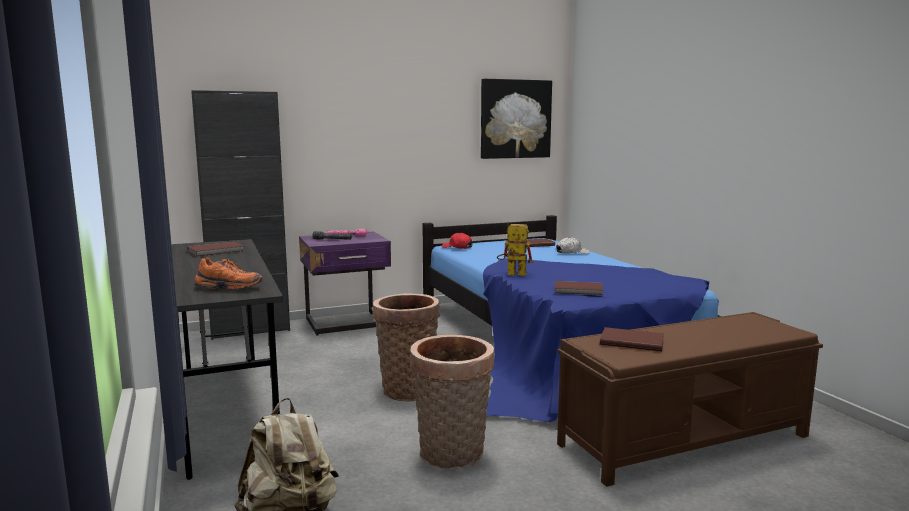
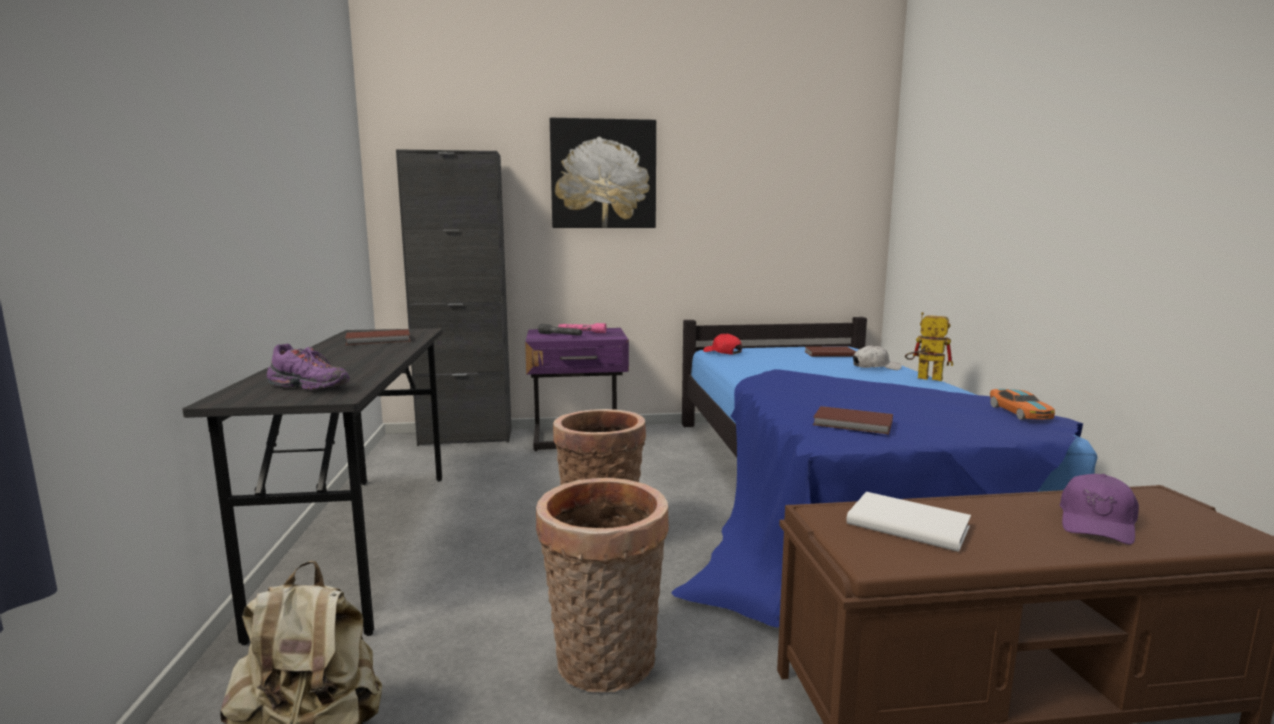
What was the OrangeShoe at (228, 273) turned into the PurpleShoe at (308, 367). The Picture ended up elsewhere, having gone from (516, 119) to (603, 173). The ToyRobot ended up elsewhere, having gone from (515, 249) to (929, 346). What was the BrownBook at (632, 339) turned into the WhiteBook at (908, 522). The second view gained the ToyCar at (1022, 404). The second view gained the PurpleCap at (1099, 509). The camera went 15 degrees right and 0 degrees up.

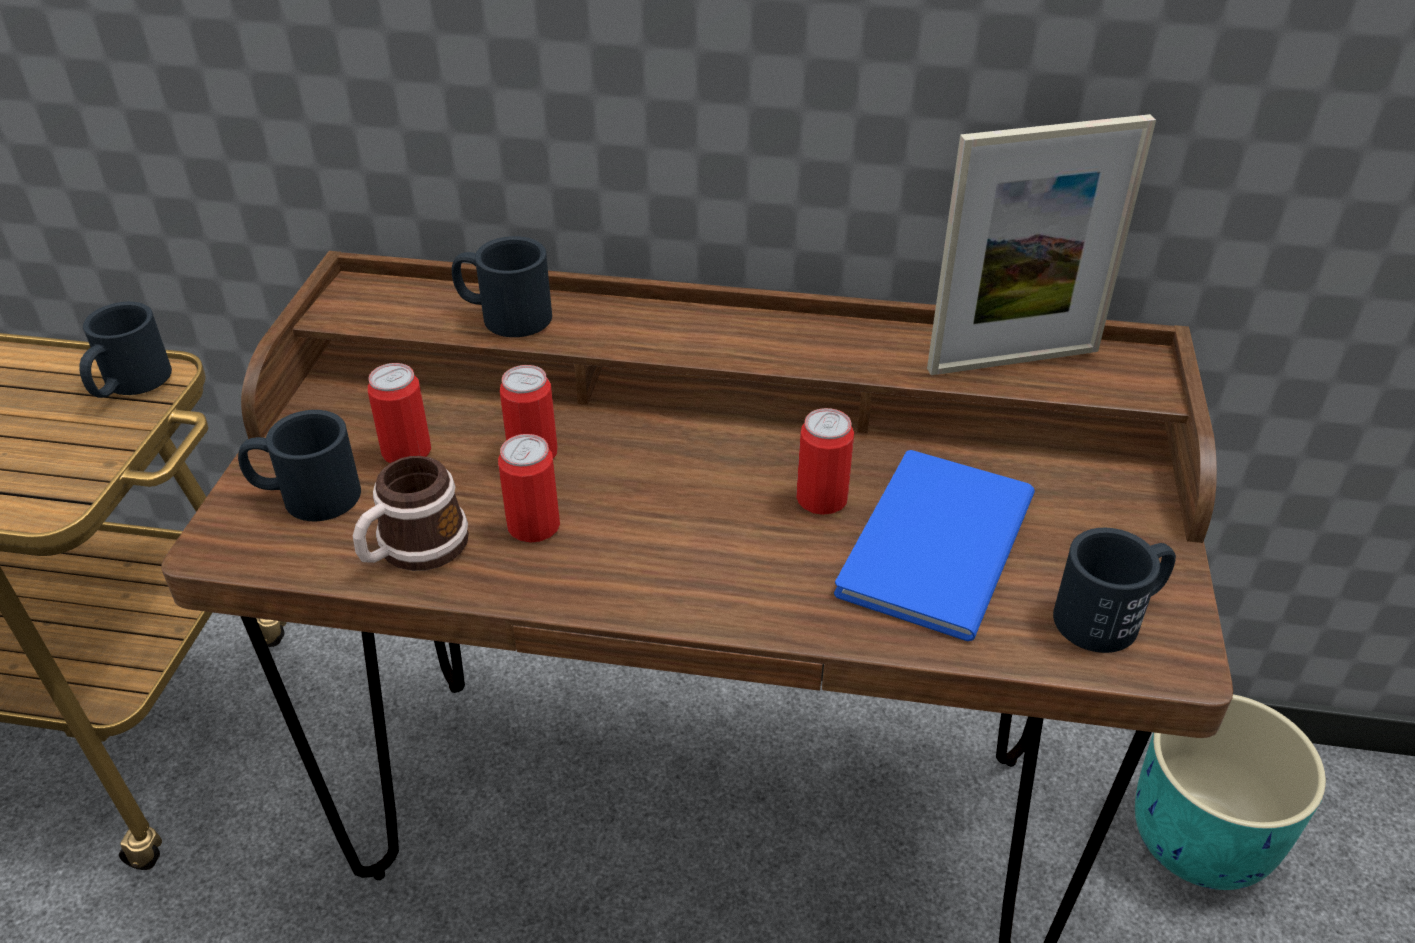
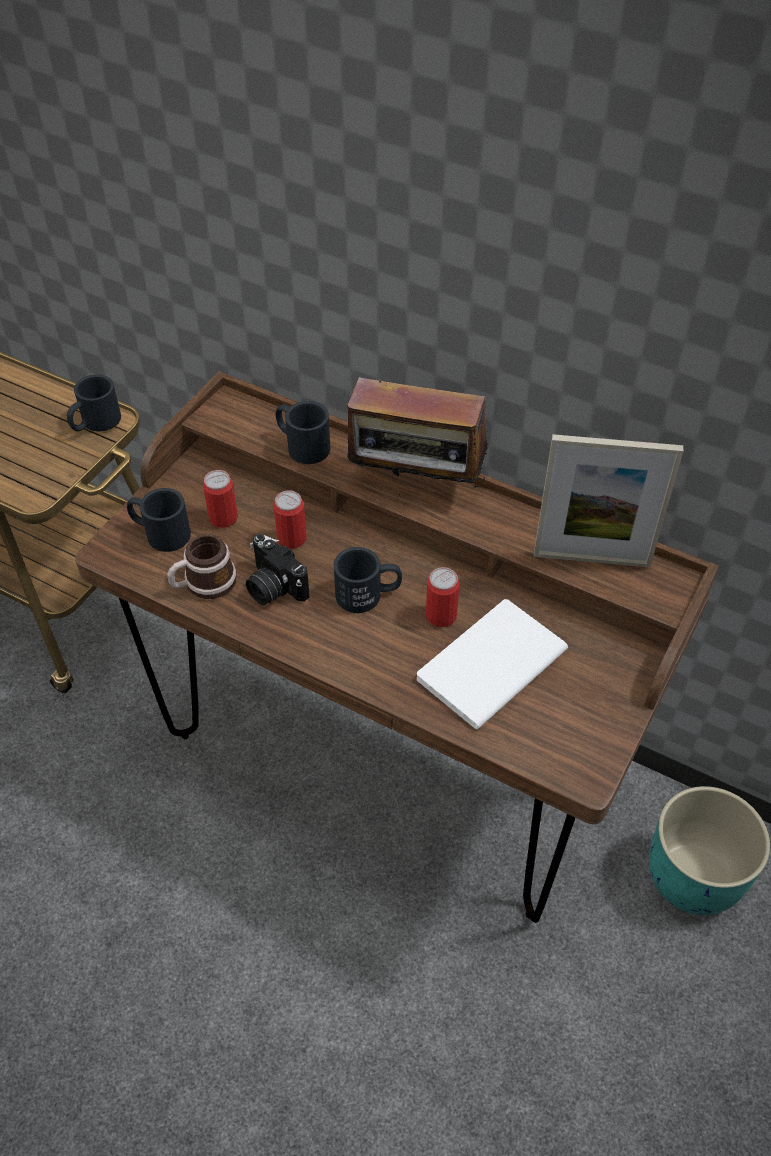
Where the Can stood at (529, 488), the PhotoCamera came to stand at (278, 569). What was the BlueBook at (934, 545) turned into the WhiteBook at (492, 664). The BlackMug ended up elsewhere, having gone from (1114, 590) to (368, 580). The second view gained the Radio at (417, 433). The camera went 20 degrees right and 10 degrees up.

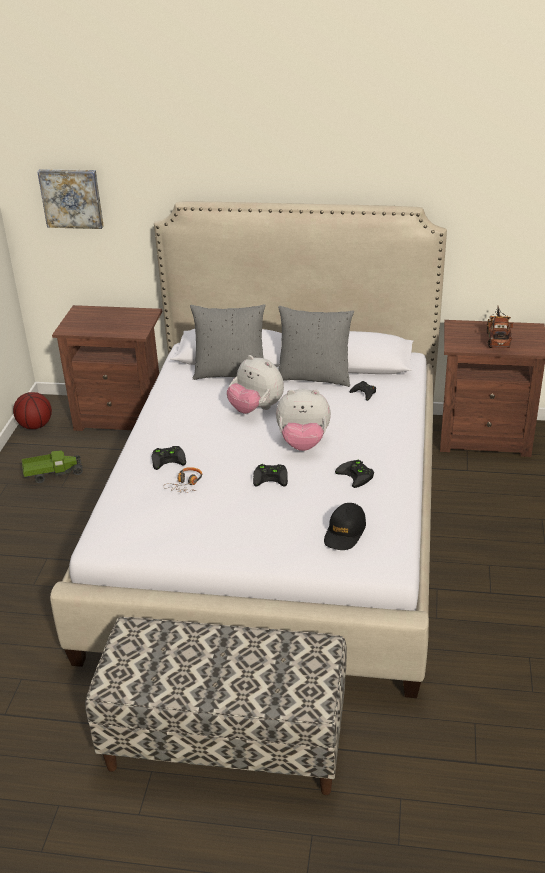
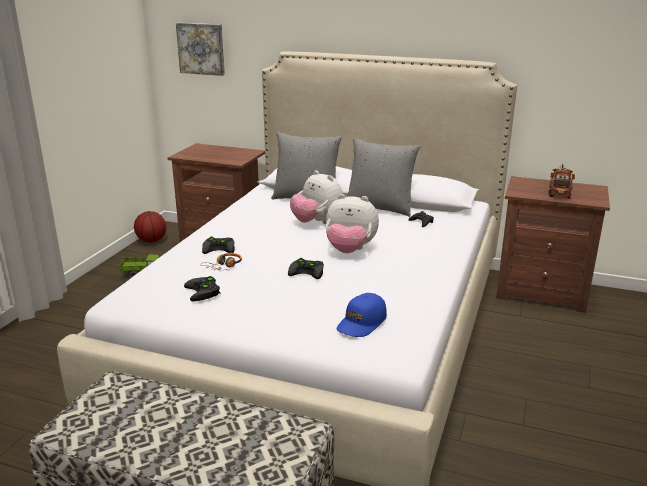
What was the BlackCap at (345, 526) turned into the BlueCap at (362, 315). The BlackGameController ended up elsewhere, having gone from (354, 474) to (202, 288). The camera went 10 degrees right and 10 degrees down.

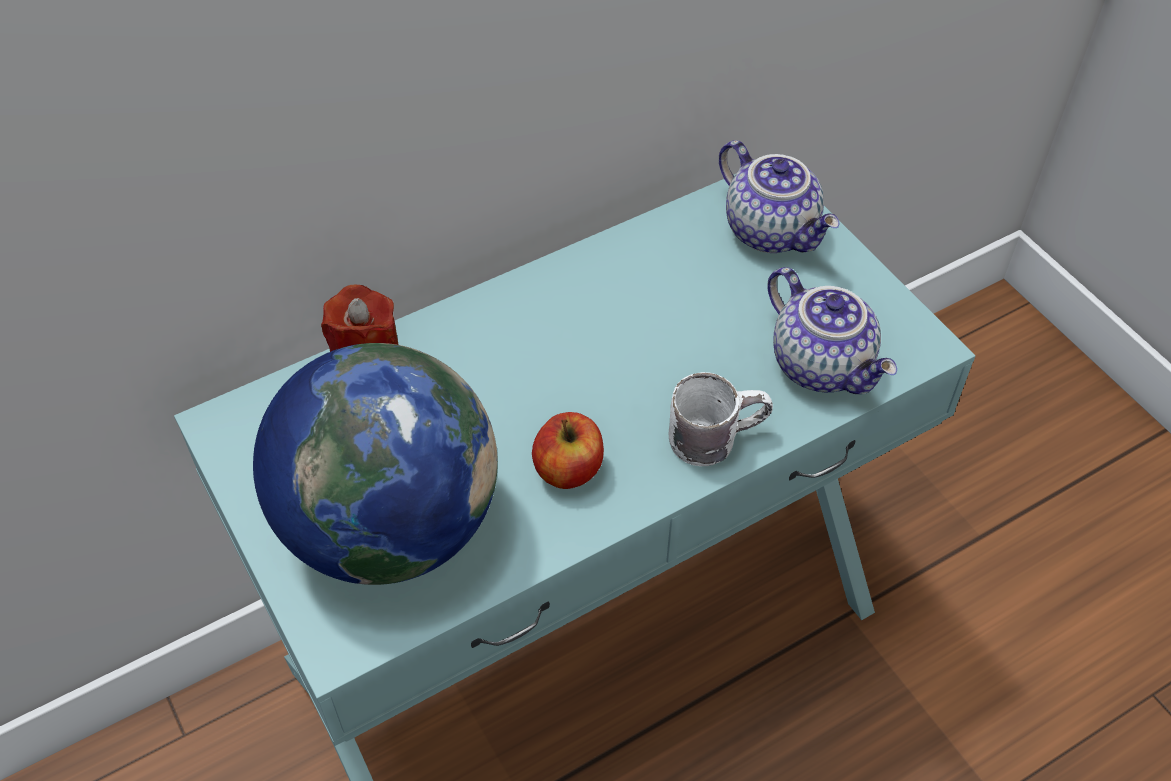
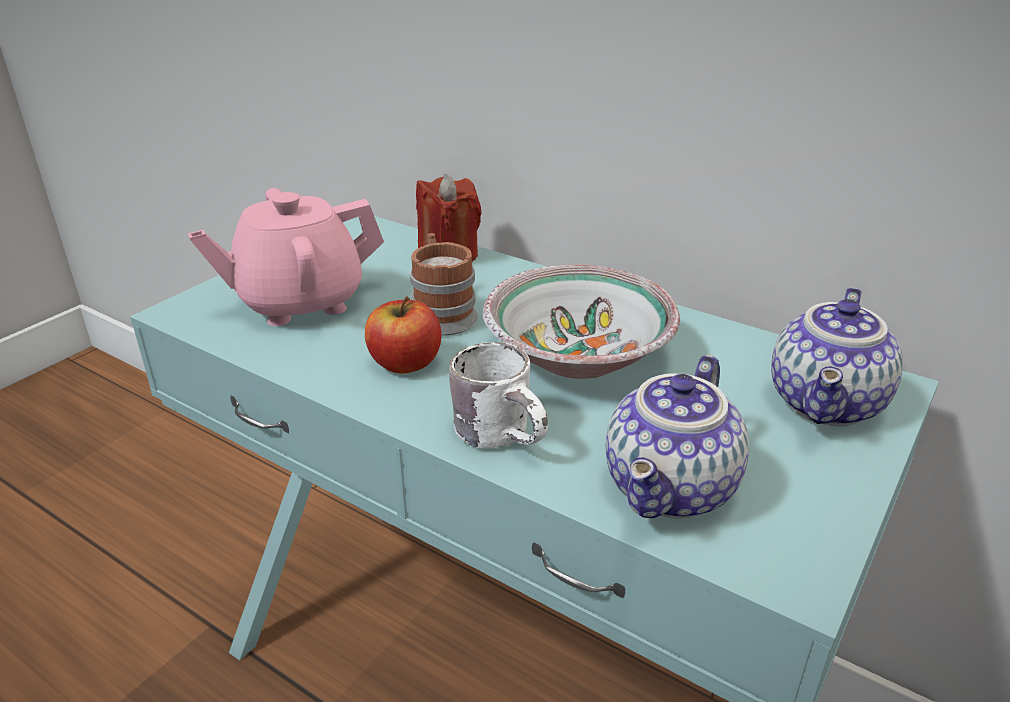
Where the Globe stood at (375, 464), the PinkTeapot came to stand at (286, 257). The second view gained the Mug at (444, 284). The second view gained the Bowl at (581, 322). The camera went 65 degrees right and 20 degrees down.

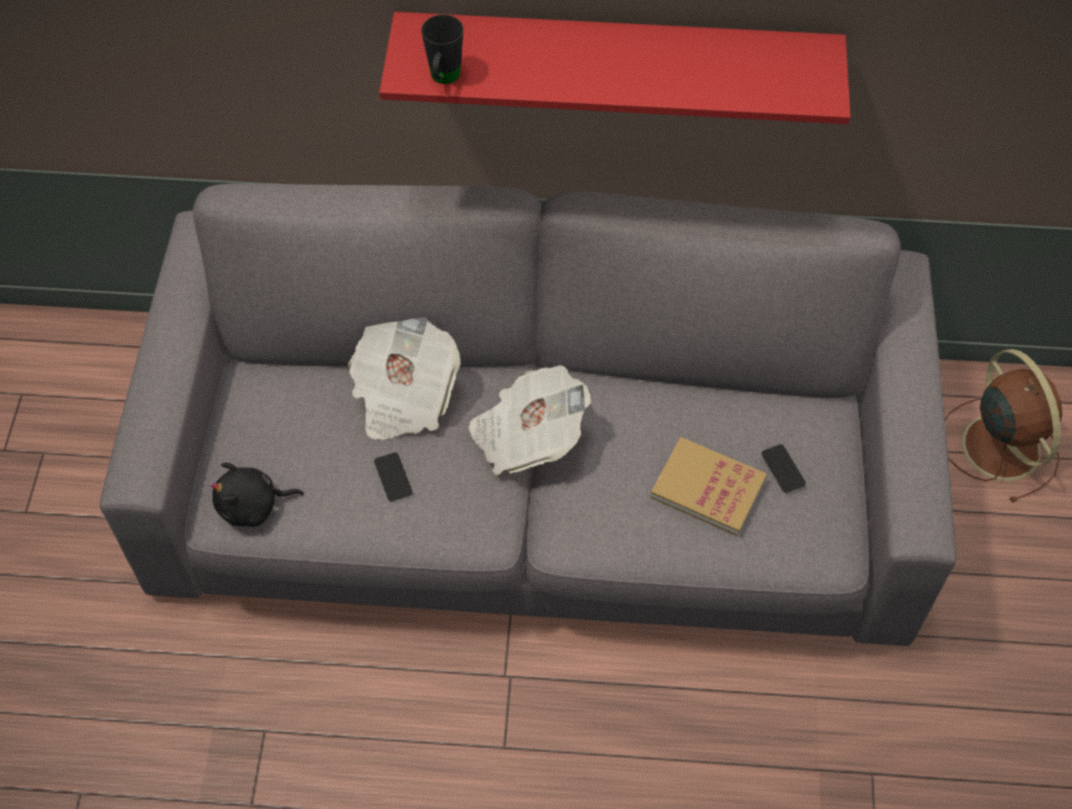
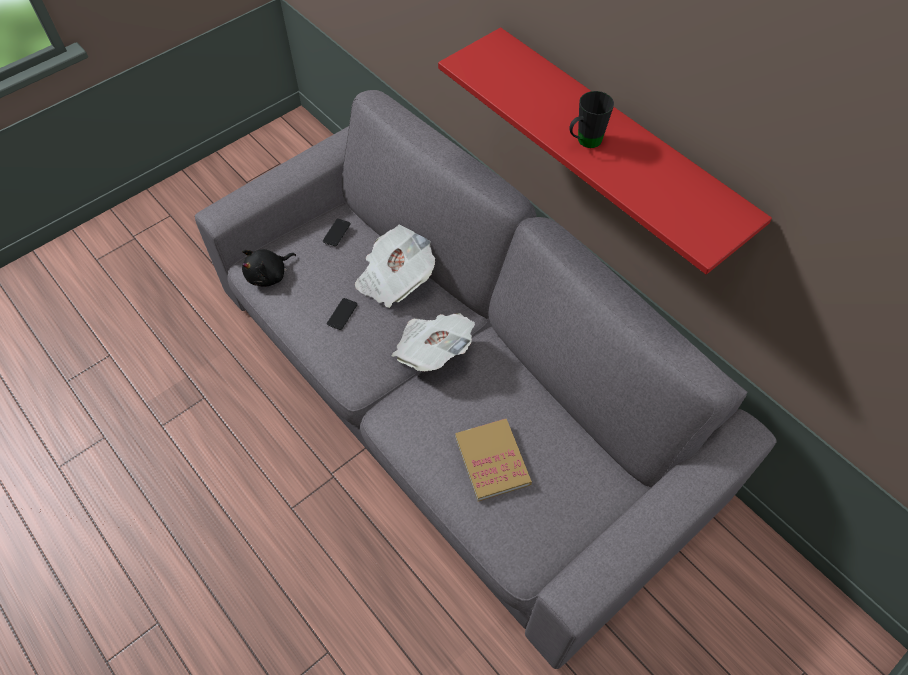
The BlackPlushToy at (257, 495) ended up facing another way, 75 degrees counterclockwise from before. The BlackMug ended up elsewhere, having gone from (442, 49) to (591, 119). The Phone ended up elsewhere, having gone from (783, 468) to (337, 232). The second view lost the BrownFan at (1004, 426). The camera went 45 degrees right and 0 degrees up.

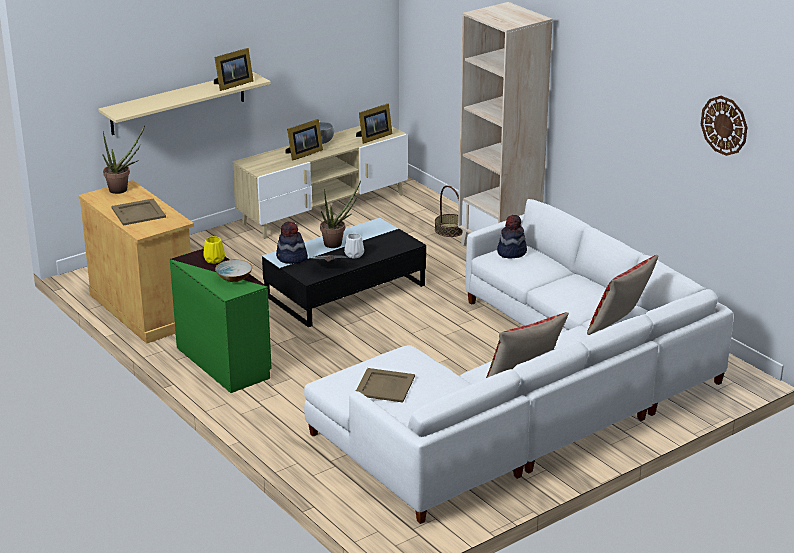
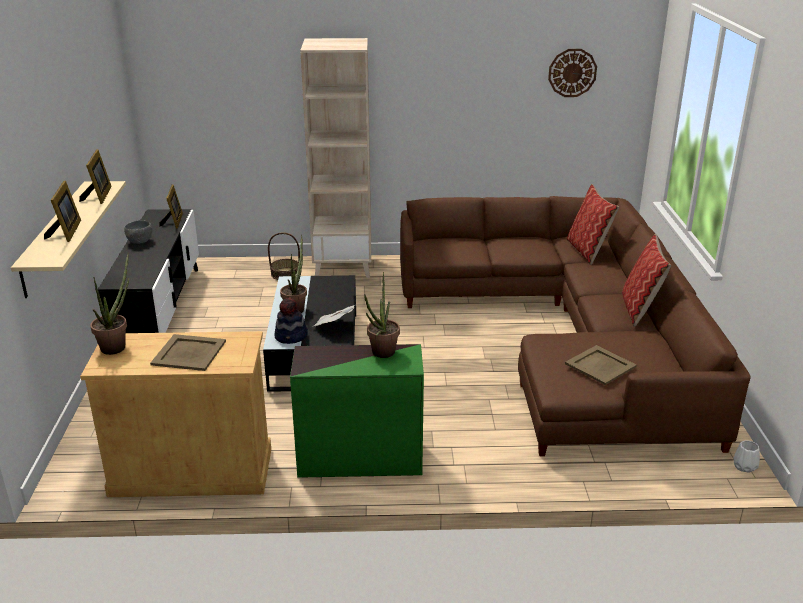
The second view lost the YellowVase at (214, 250). Where the Bowl stood at (233, 270), the PottedPlant came to stand at (382, 315). What was the BeigeTvStand at (320, 182) turned into the BlackTvStand at (148, 271). The PictureFrame ended up elsewhere, having gone from (304, 140) to (62, 211). What was the WhiteSofa at (518, 361) turned into the BrownSofa at (575, 326). The WhiteVase ended up elsewhere, having gone from (354, 246) to (747, 456). The second view lost the Hat at (512, 236). The camera went 55 degrees left and 0 degrees up.

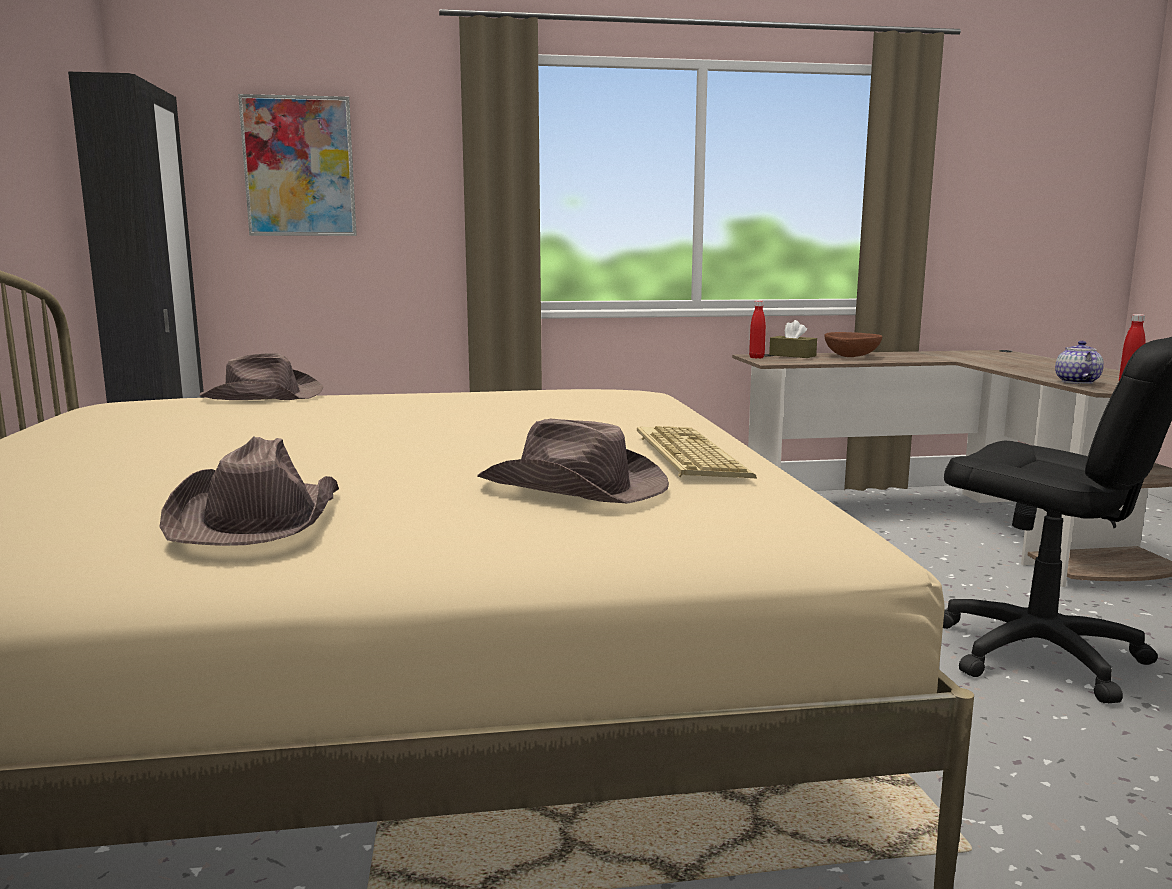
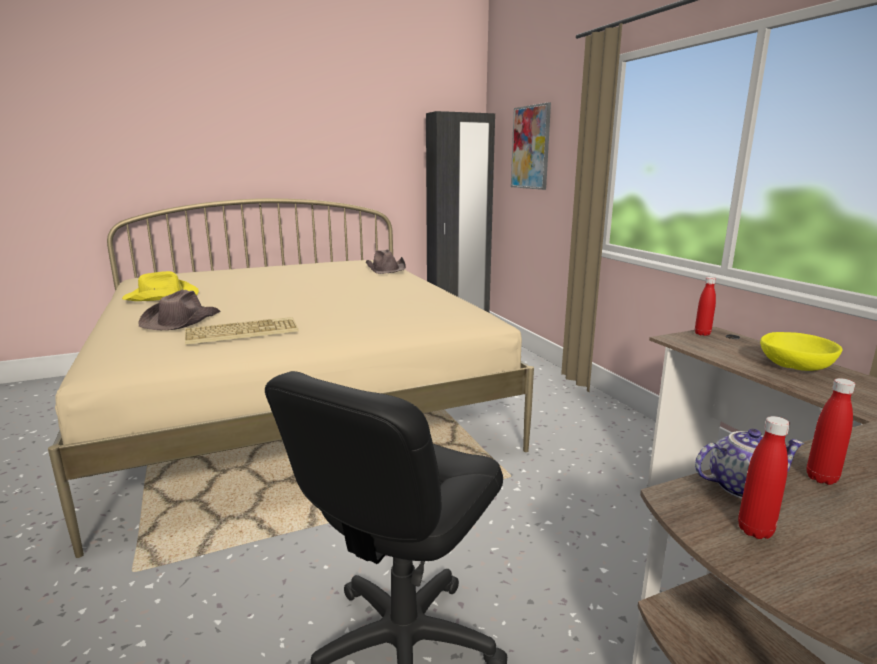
What was the BrownHat at (249, 491) turned into the YellowHat at (160, 286). The second view lost the BrownTissueBox at (793, 339). What was the BrownBowl at (853, 344) turned into the YellowBowl at (801, 351). The second view gained the RedBottle at (830, 431). The camera went 75 degrees right and 5 degrees up.

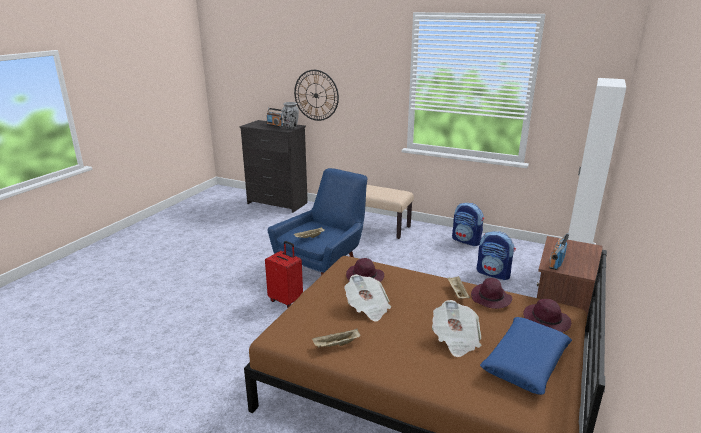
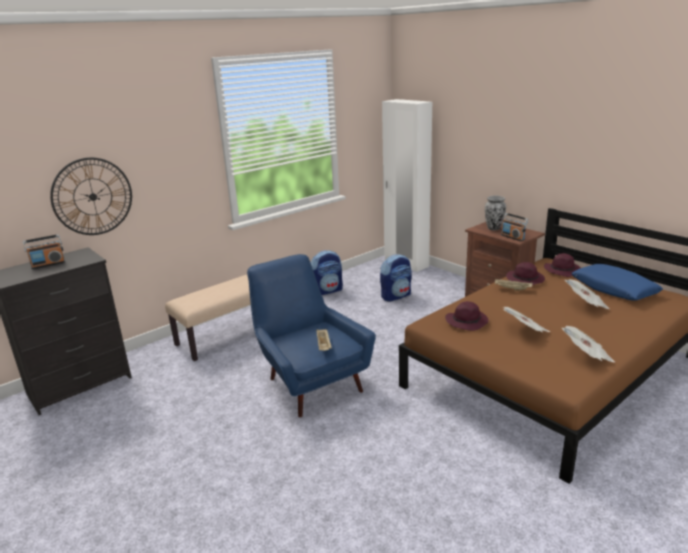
The second view lost the RedSuitcase at (284, 274). The Vase ended up elsewhere, having gone from (290, 115) to (495, 213). Where the BeigeTray stood at (336, 338), the Newspaper came to stand at (588, 344). The camera went 65 degrees left and 0 degrees up.

